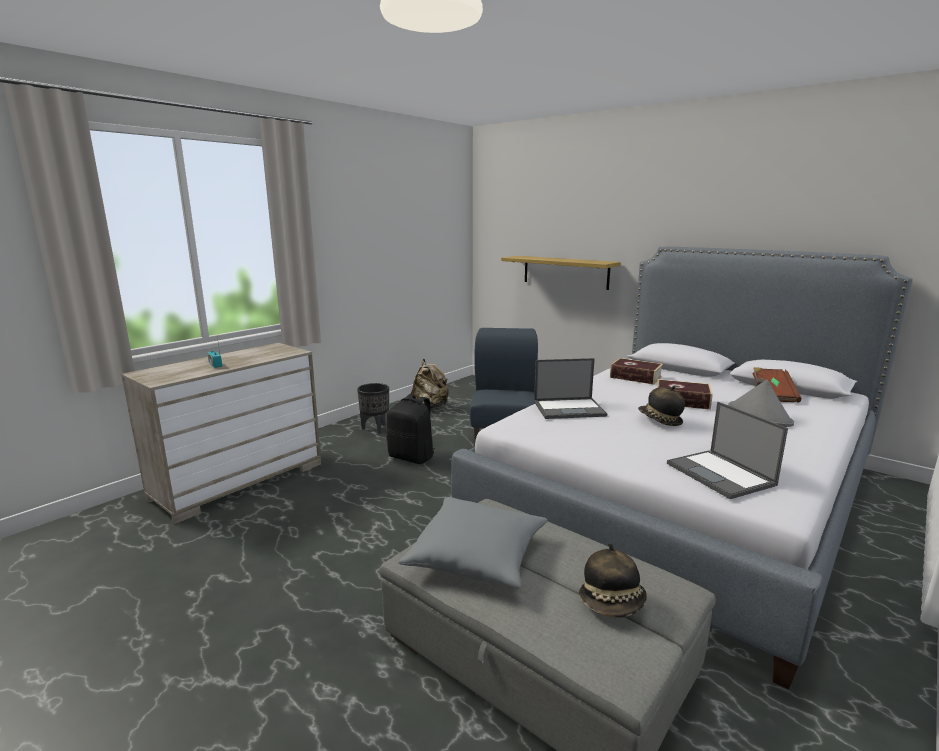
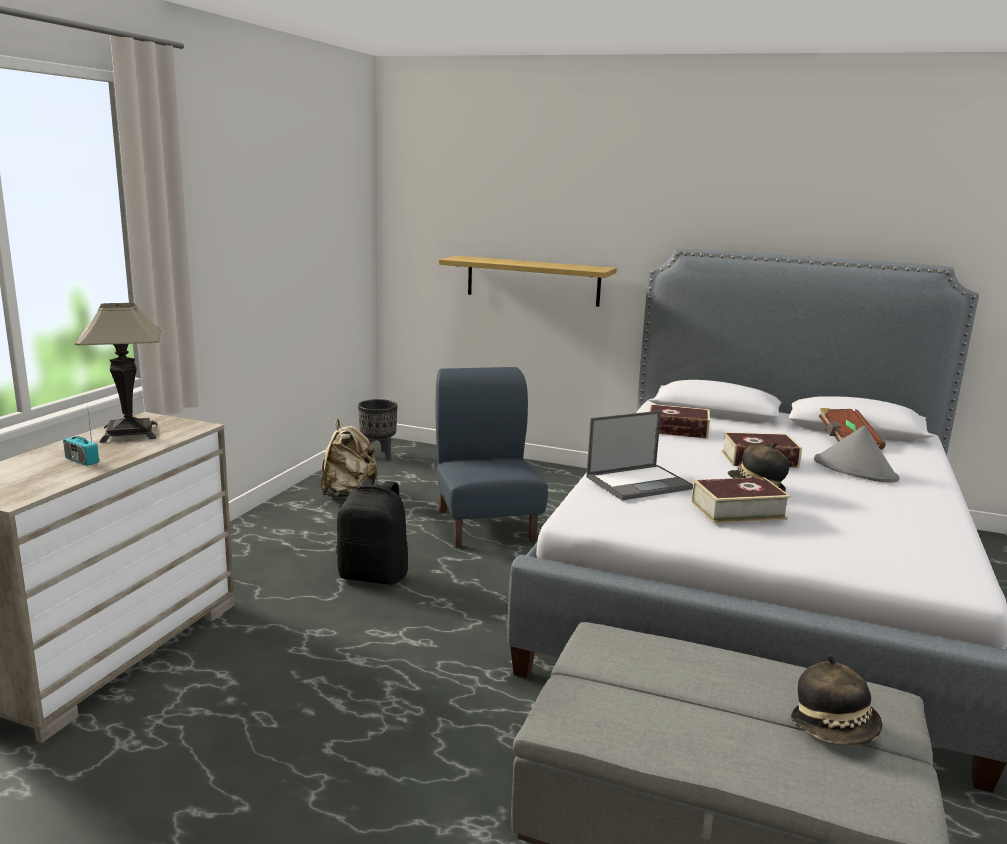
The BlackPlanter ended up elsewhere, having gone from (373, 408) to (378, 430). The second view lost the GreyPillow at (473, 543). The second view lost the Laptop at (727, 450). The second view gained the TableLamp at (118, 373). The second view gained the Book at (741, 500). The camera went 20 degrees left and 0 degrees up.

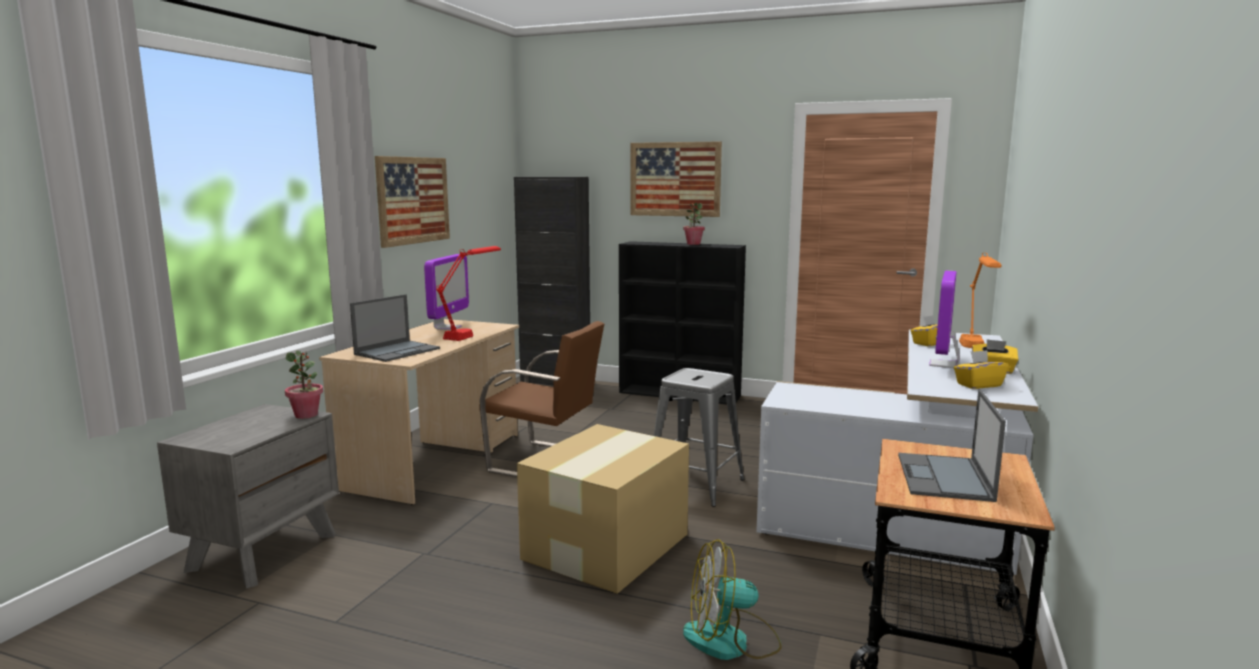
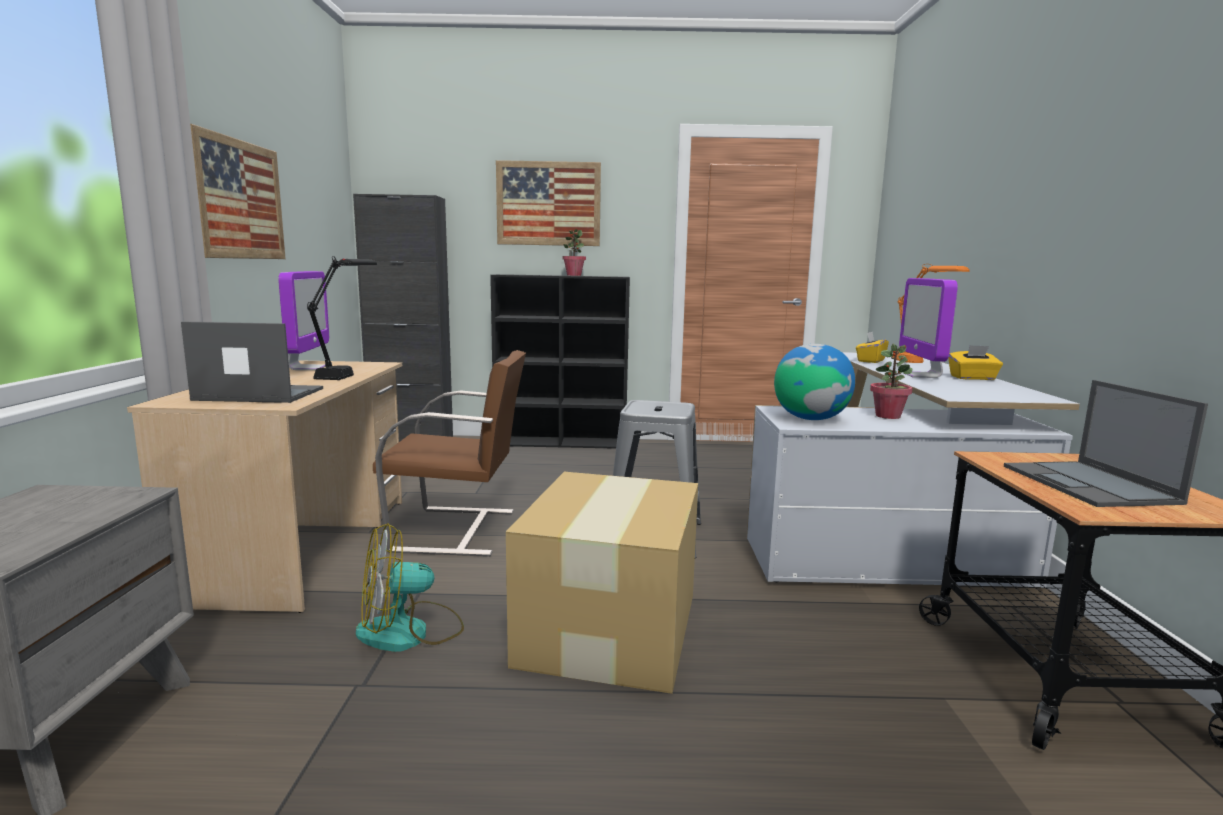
The PottedPlant ended up elsewhere, having gone from (304, 384) to (891, 381). The Laptop at (395, 328) ended up facing another way, 105 degrees counterclockwise from before. What was the RedTableLamp at (468, 293) turned into the BlackTableLamp at (342, 318). The Fan ended up elsewhere, having gone from (732, 599) to (410, 587). The second view lost the YellowTissueBox at (981, 369). The second view gained the Globe at (814, 382). The camera went 20 degrees left and 0 degrees up.

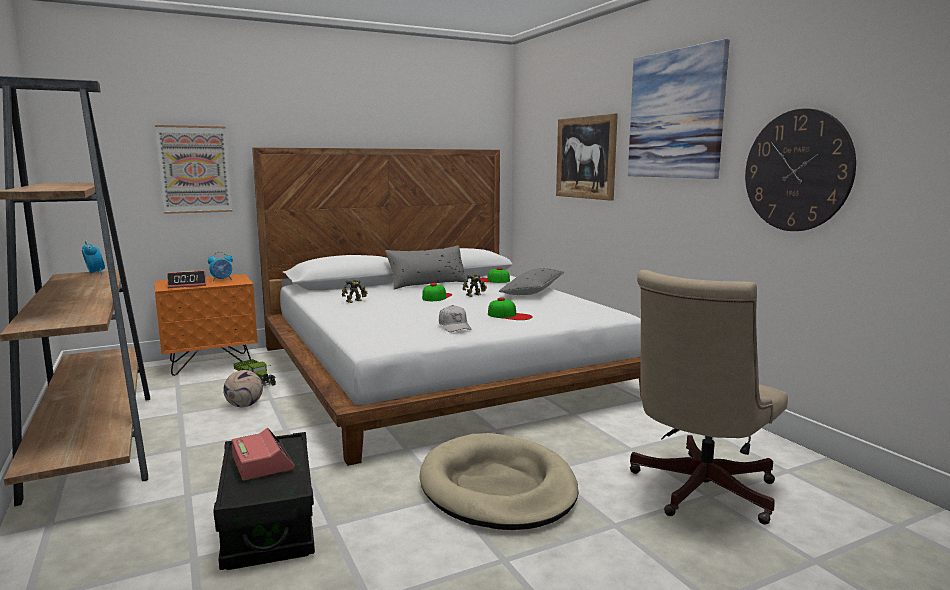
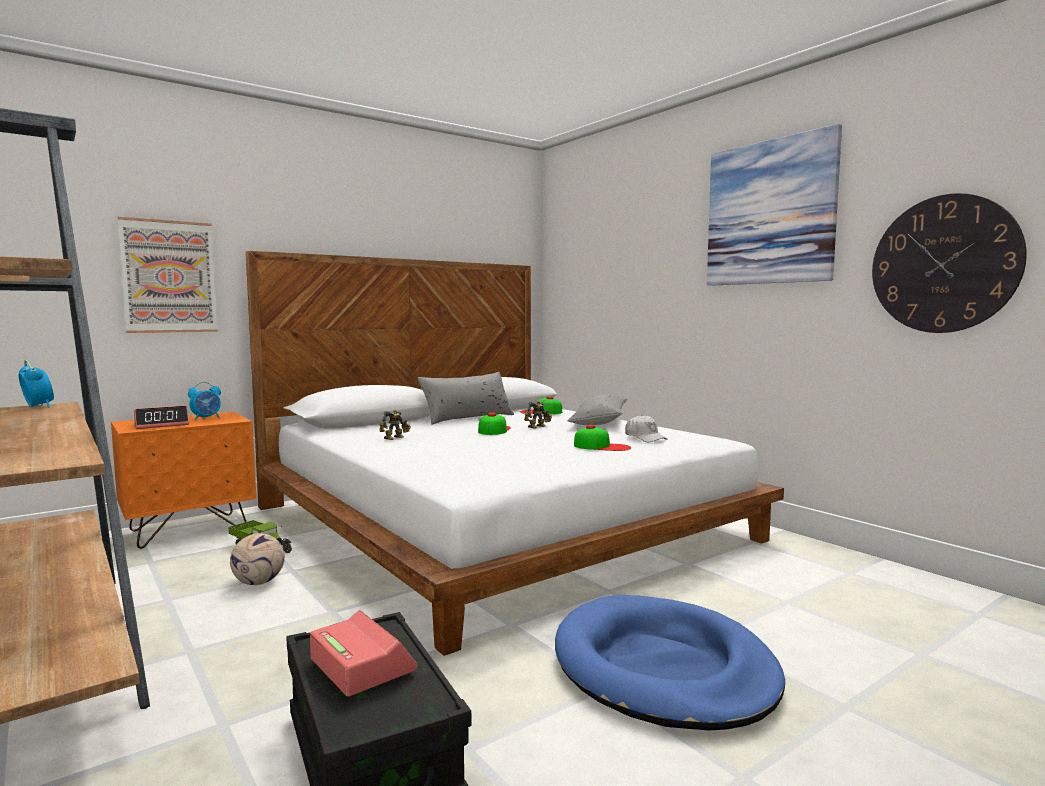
What was the BeigeDogBed at (499, 481) turned into the BlueDogBed at (670, 662). The WhiteCap ended up elsewhere, having gone from (455, 318) to (646, 428). The second view lost the Picture at (587, 157). The second view lost the BeigeOfficeChair at (709, 397). The camera went 10 degrees left and 5 degrees down.

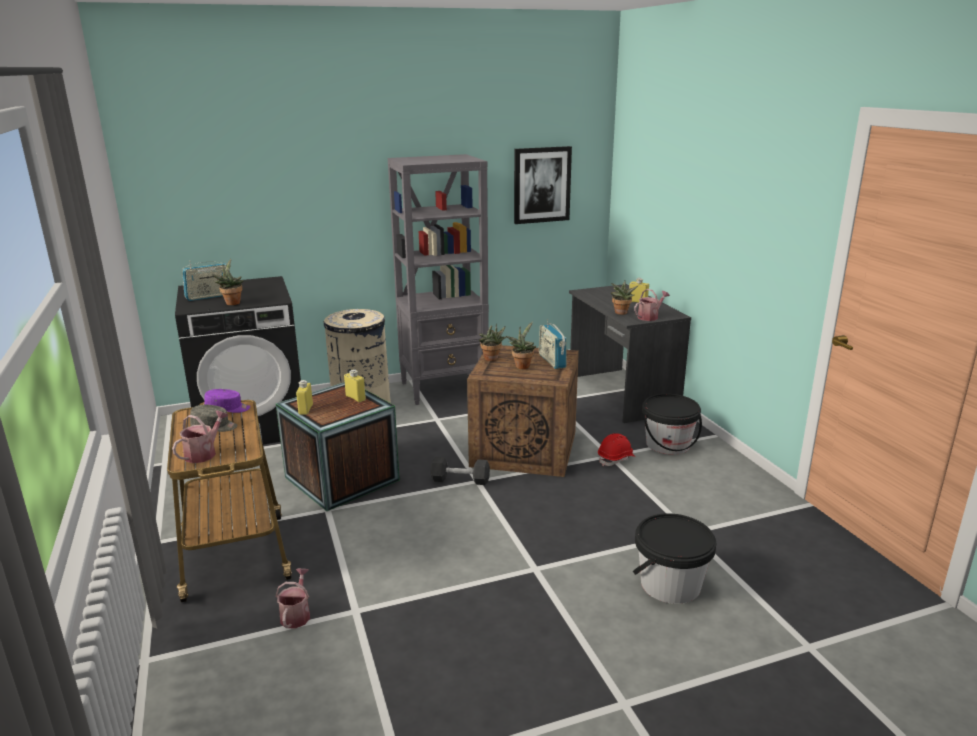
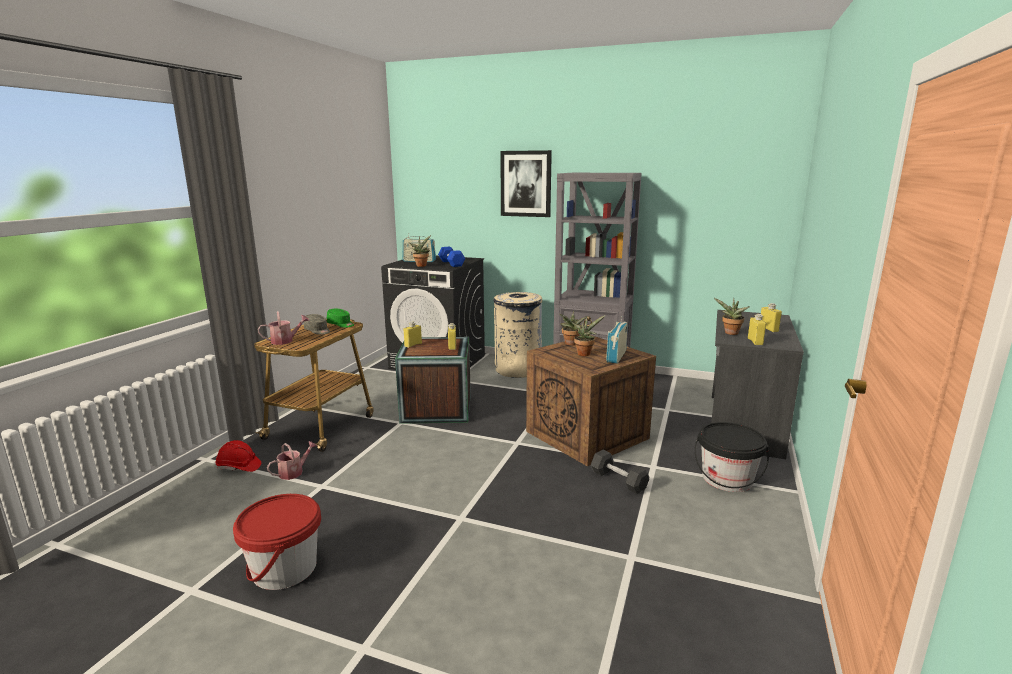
What was the PurpleCap at (227, 401) turned into the GreenCap at (340, 318). The BlackDumbbell ended up elsewhere, having gone from (460, 471) to (620, 472). The Picture ended up elsewhere, having gone from (543, 185) to (526, 183). The RedHardHat ended up elsewhere, having gone from (617, 449) to (238, 456). The second view lost the BlackBucket at (674, 558). Where the WateringCan stood at (652, 305), the YellowBottle came to stand at (757, 329). The second view gained the RedBucket at (277, 542). The second view gained the BlueDumbbell at (451, 257). The camera went 40 degrees right and 5 degrees down.

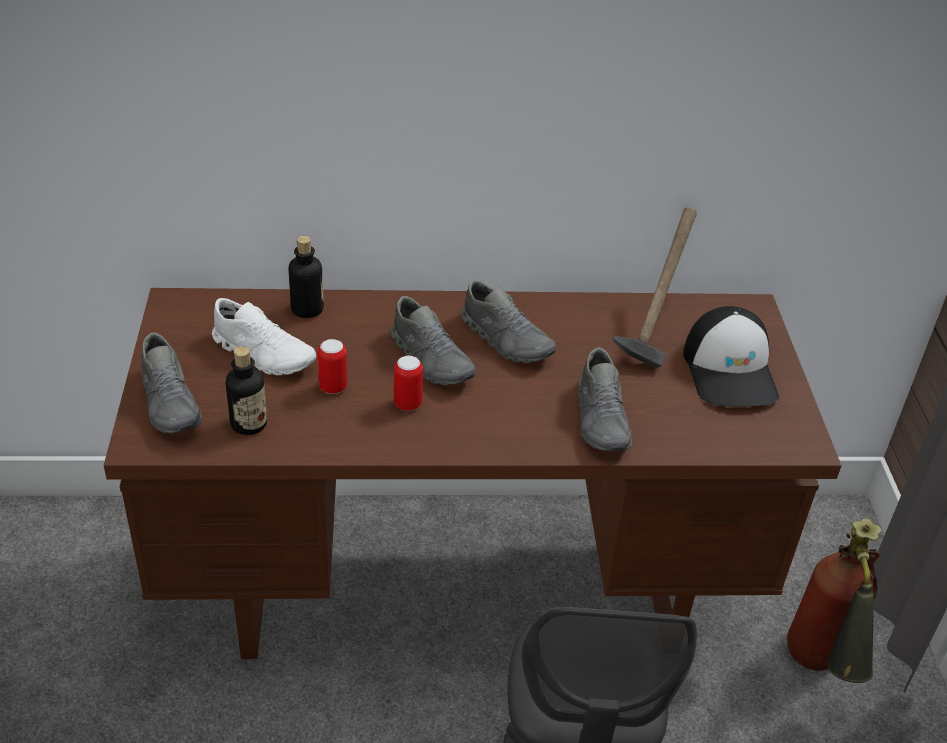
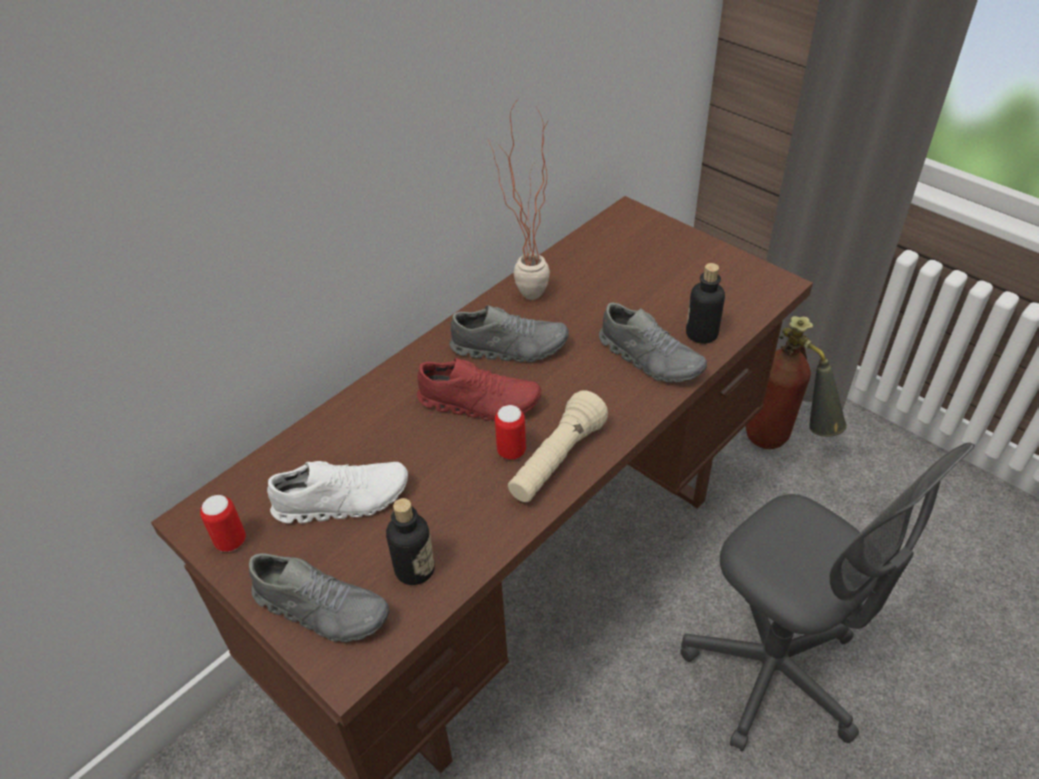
The Bottle ended up elsewhere, having gone from (306, 277) to (705, 303). The Can ended up elsewhere, having gone from (332, 366) to (223, 523). What was the GreyShoe at (433, 340) turned into the RedShoe at (479, 389). The second view lost the Hammer at (655, 287). The second view lost the Cap at (731, 356). The second view gained the PottedPlant at (519, 198). The second view gained the BeigeFlashlight at (558, 446). The camera went 40 degrees left and 5 degrees up.

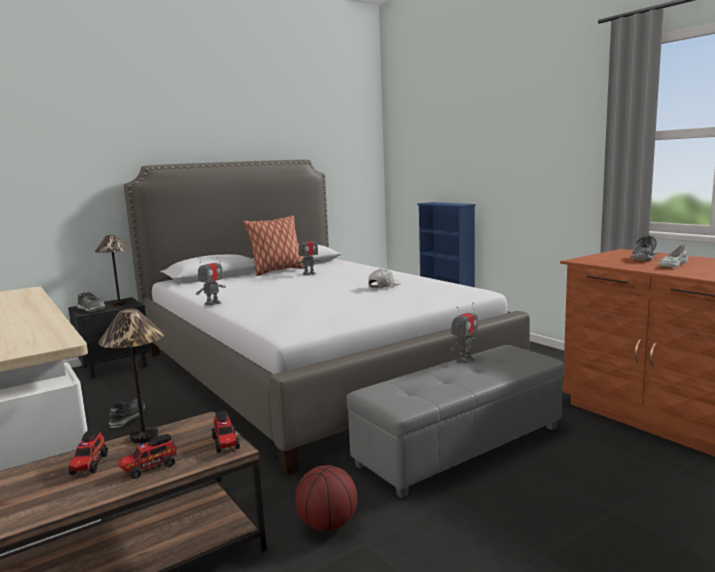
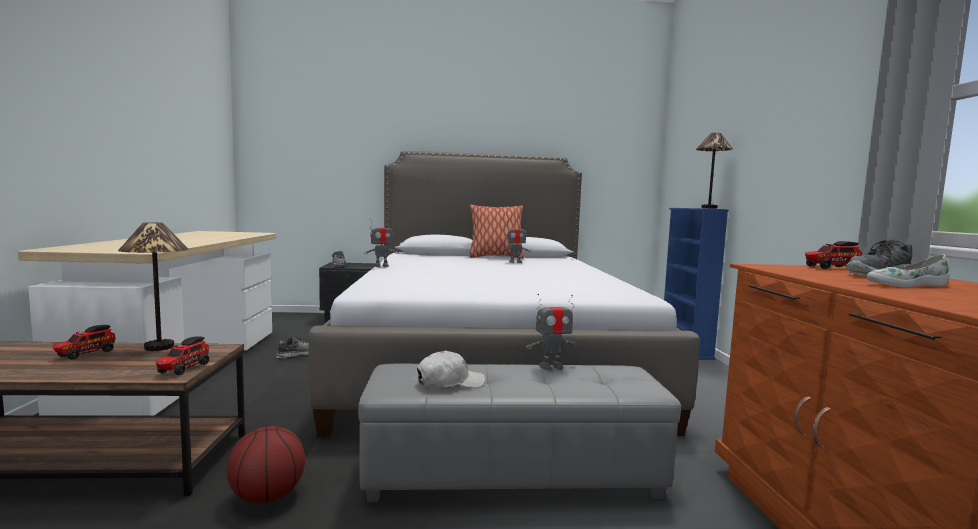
The TableLamp ended up elsewhere, having gone from (112, 270) to (714, 171). The ToyTruck ended up elsewhere, having gone from (147, 456) to (833, 255). The WhiteCap ended up elsewhere, having gone from (384, 278) to (451, 369). The camera went 30 degrees right and 5 degrees down.

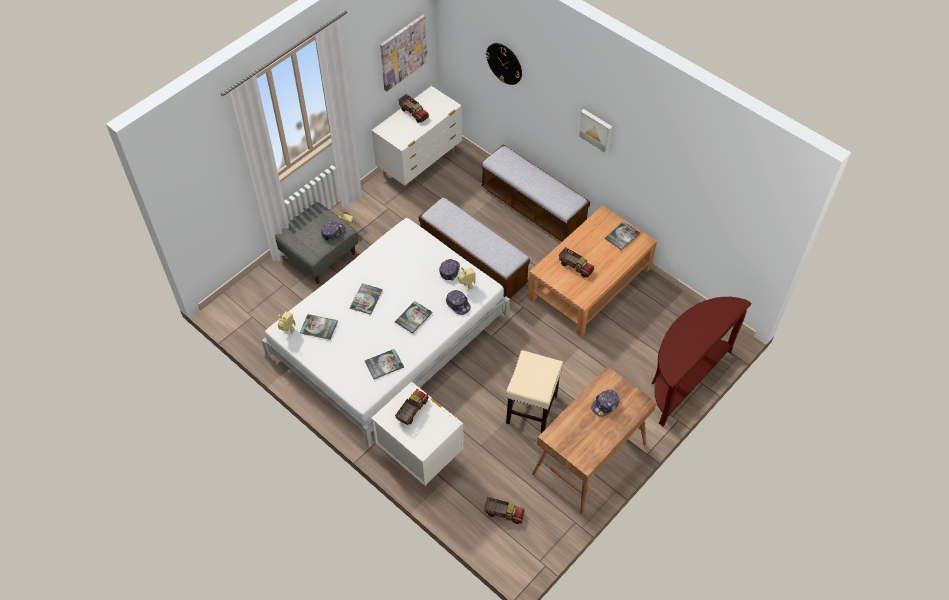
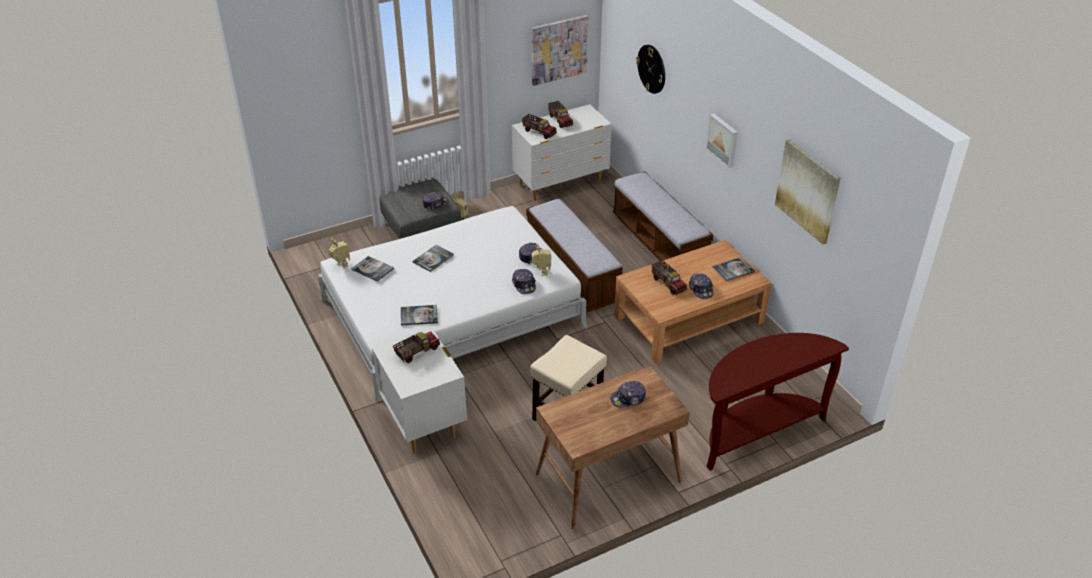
The second view lost the Book at (413, 317). The ToyTruck ended up elsewhere, having gone from (504, 510) to (539, 126). The second view gained the Cap at (701, 286). The second view gained the Picture at (808, 191). The camera went 20 degrees right and 15 degrees down.

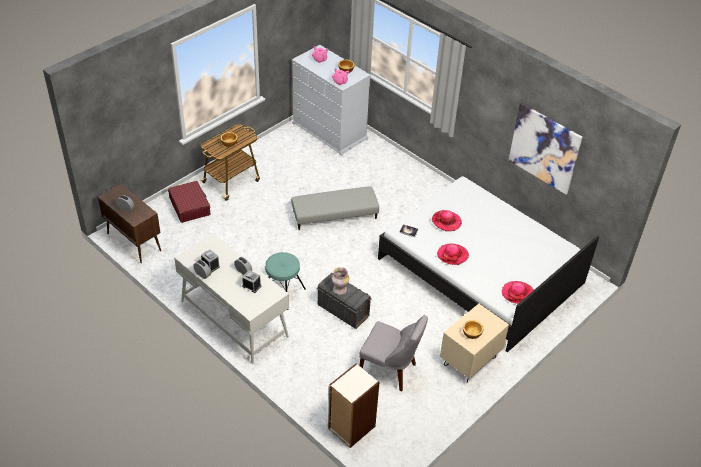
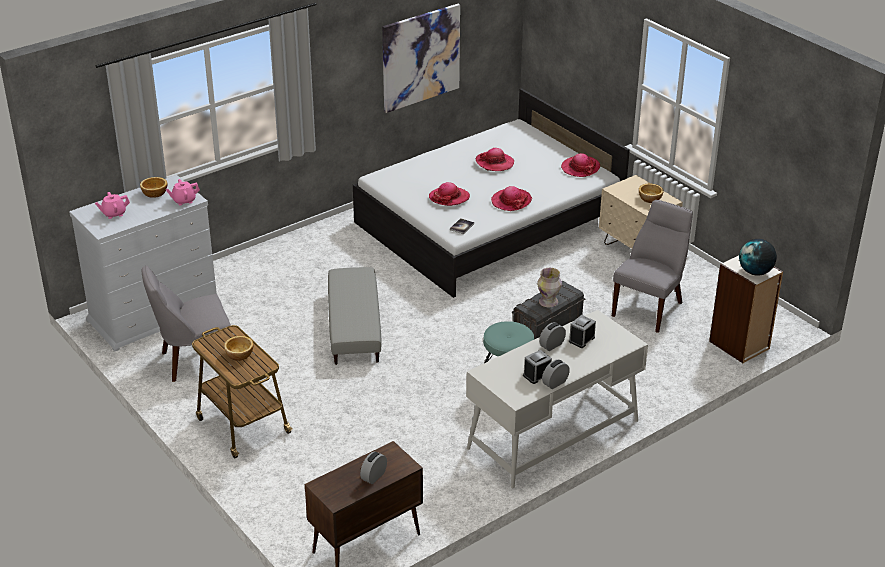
The second view lost the RedSuitcase at (189, 202). The second view gained the GreyChair at (186, 324). The second view gained the Hat at (494, 159). The second view gained the Globe at (758, 257). The camera went 80 degrees left and 10 degrees down.

